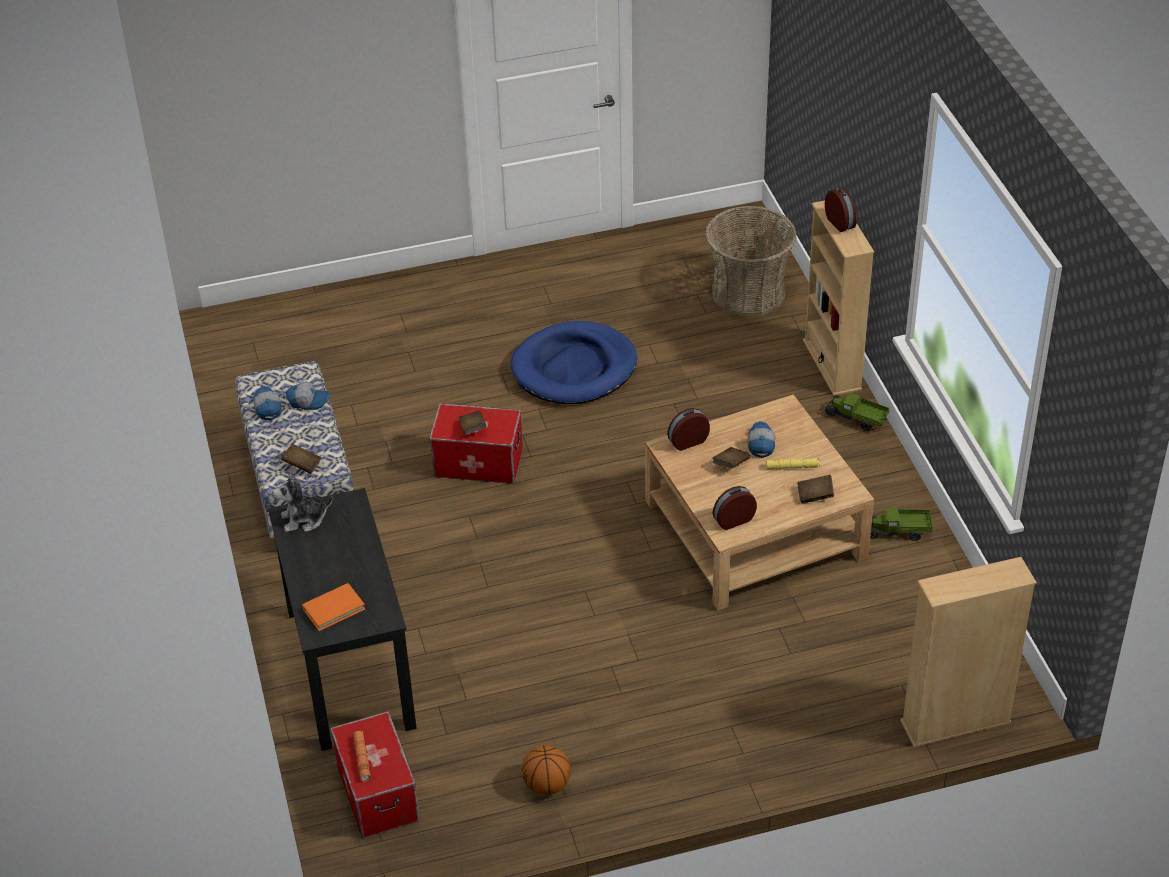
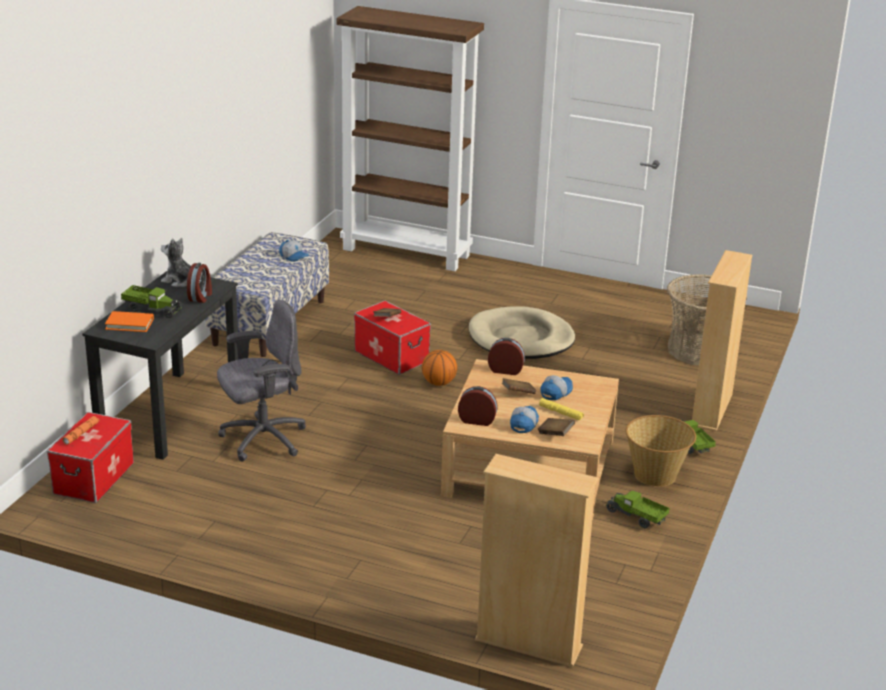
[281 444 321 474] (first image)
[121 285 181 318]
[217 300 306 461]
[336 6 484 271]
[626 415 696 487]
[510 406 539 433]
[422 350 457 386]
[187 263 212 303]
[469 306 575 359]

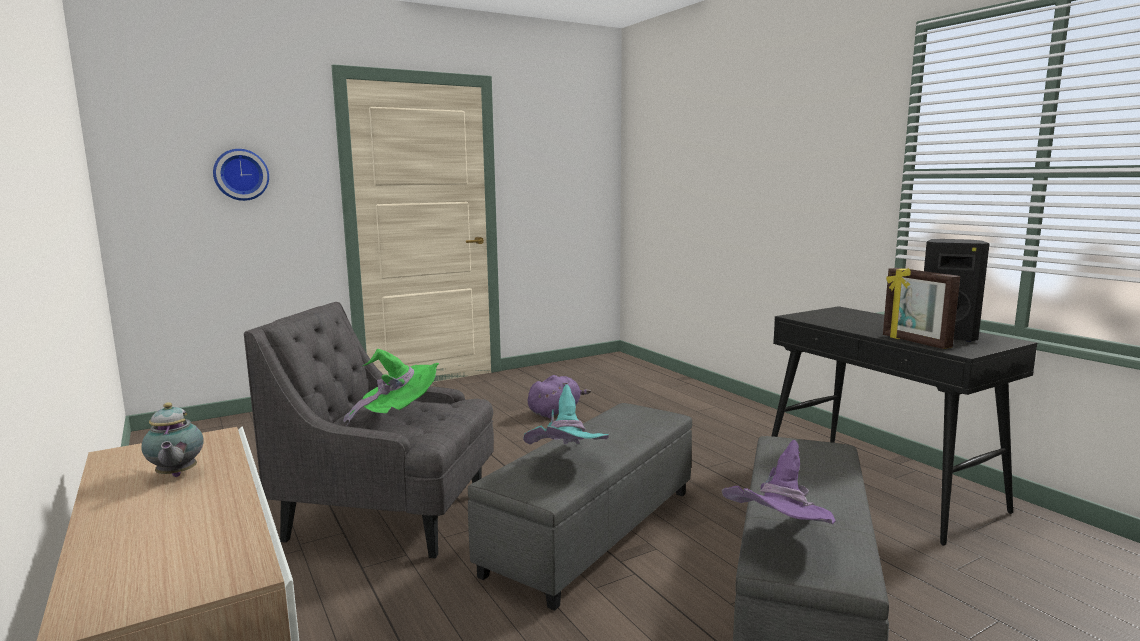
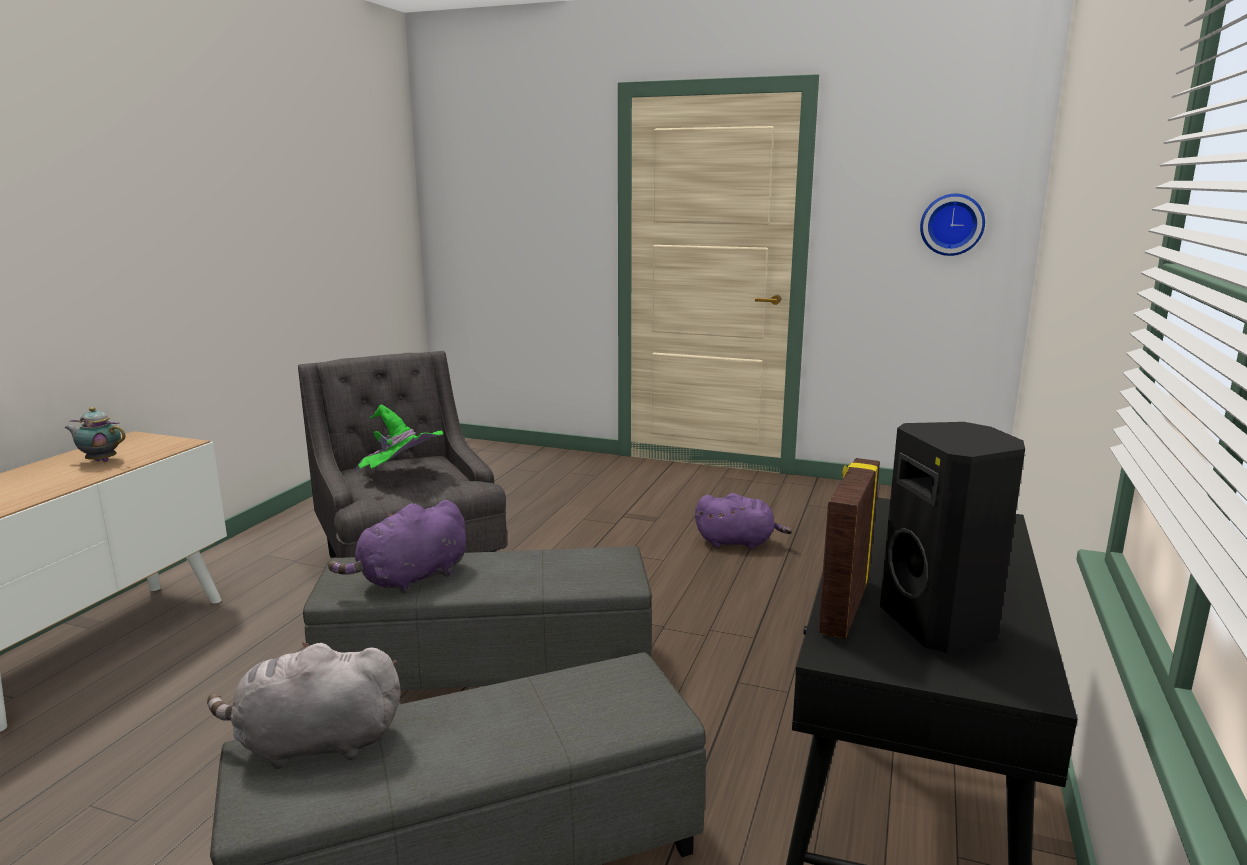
[920 194 985 256]
[328 500 466 593]
[207 642 401 769]
[65 407 126 462]

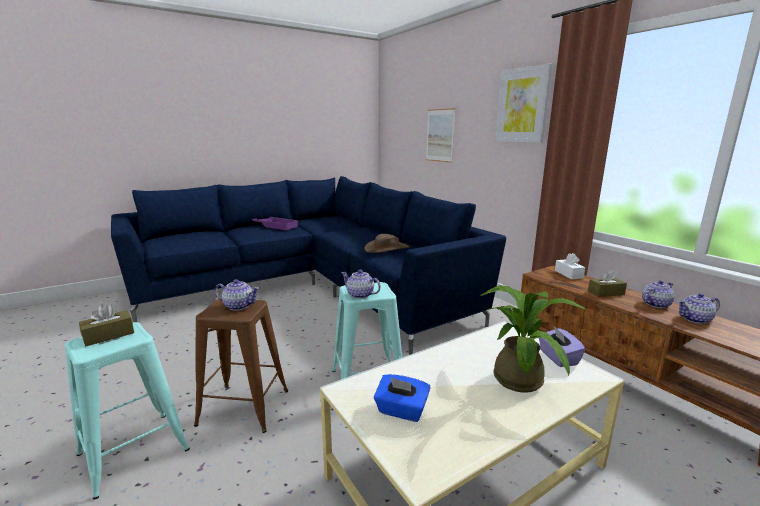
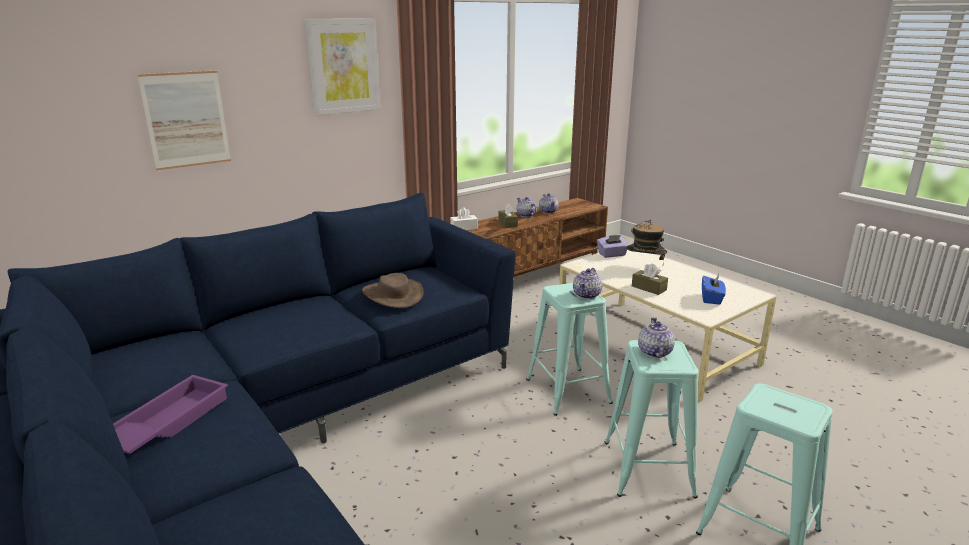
[632 263 668 295]
[627 220 667 262]
[605 340 699 498]

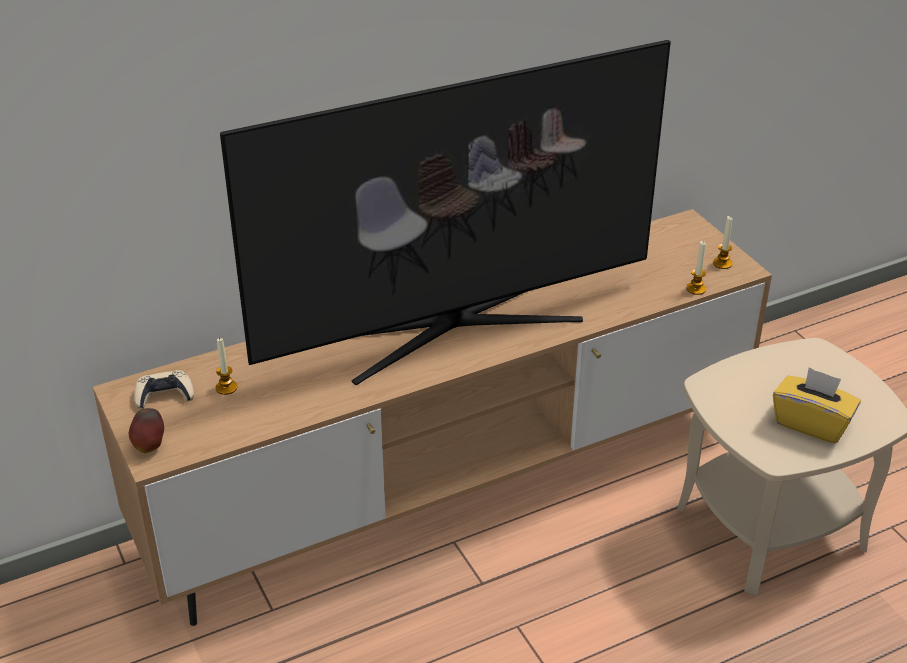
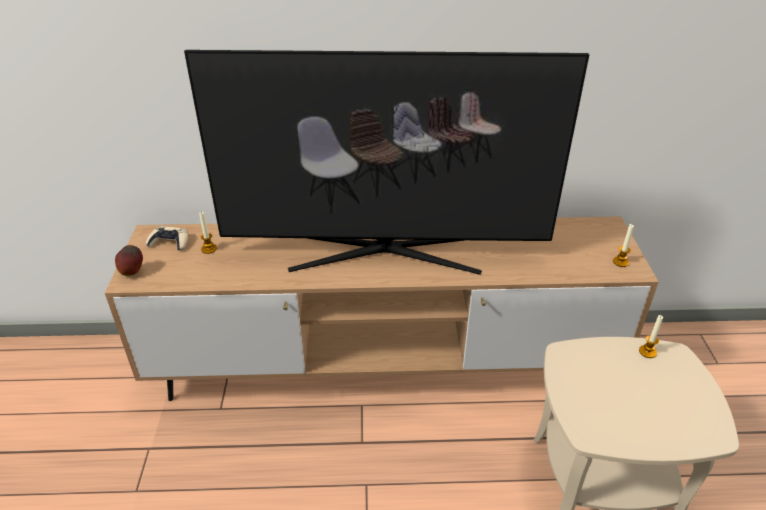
[773 367 861 444] (first image)
[639 315 663 358]

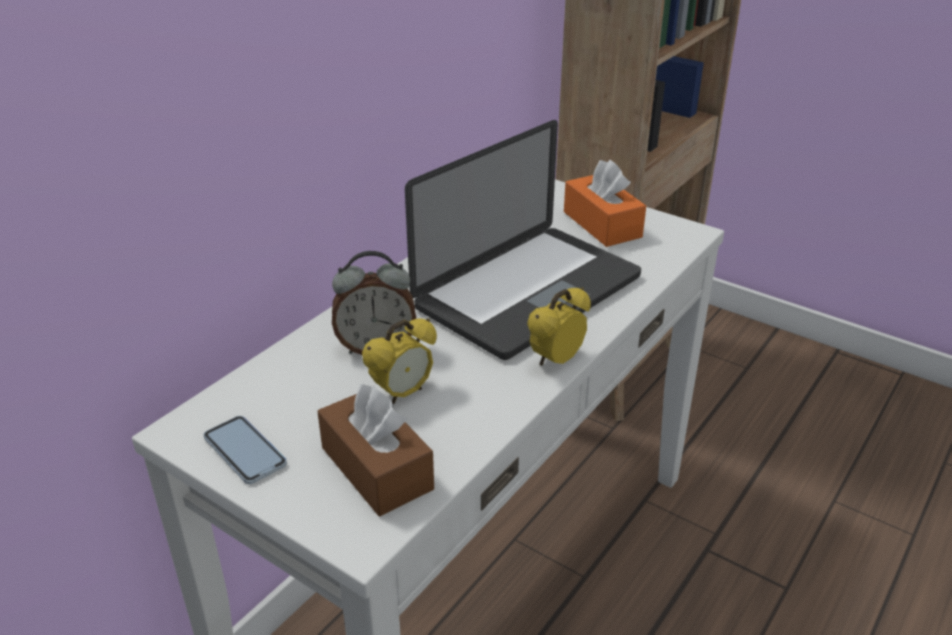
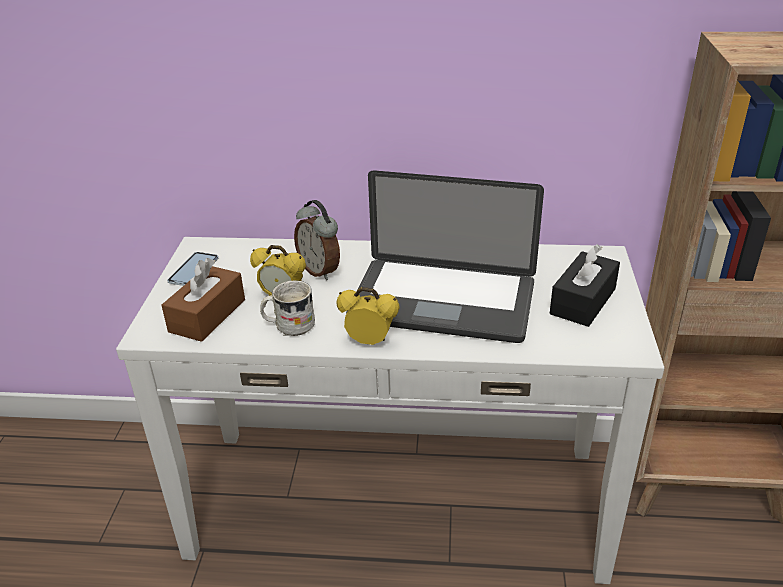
[260 281 315 336]
[550 244 620 327]

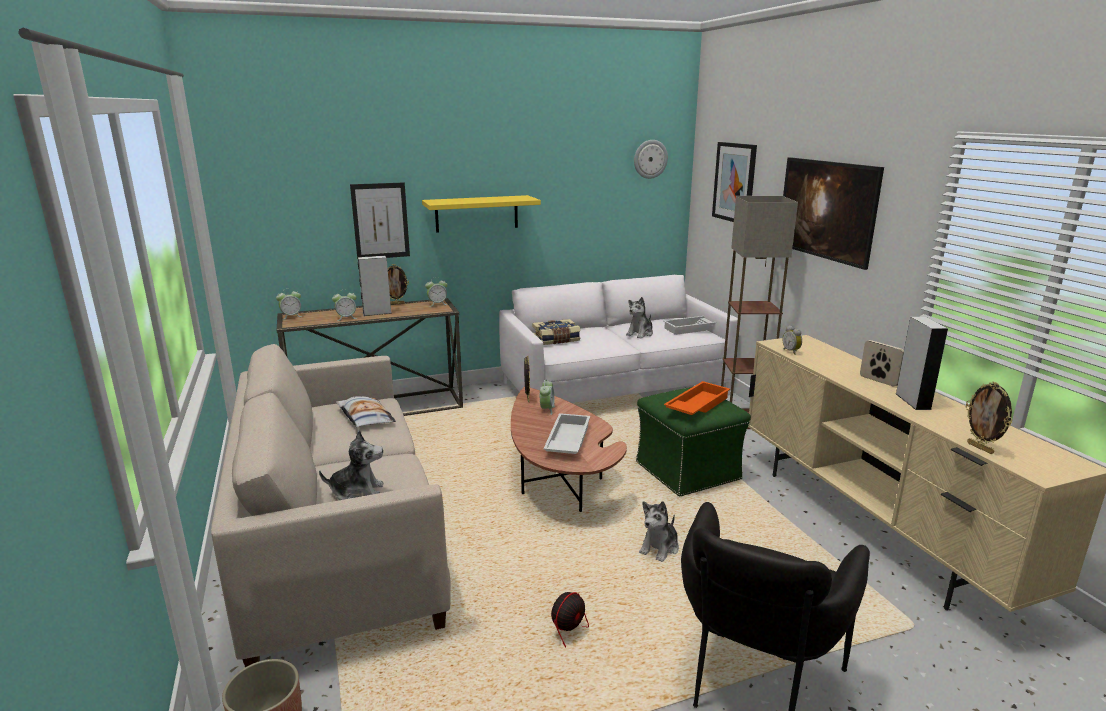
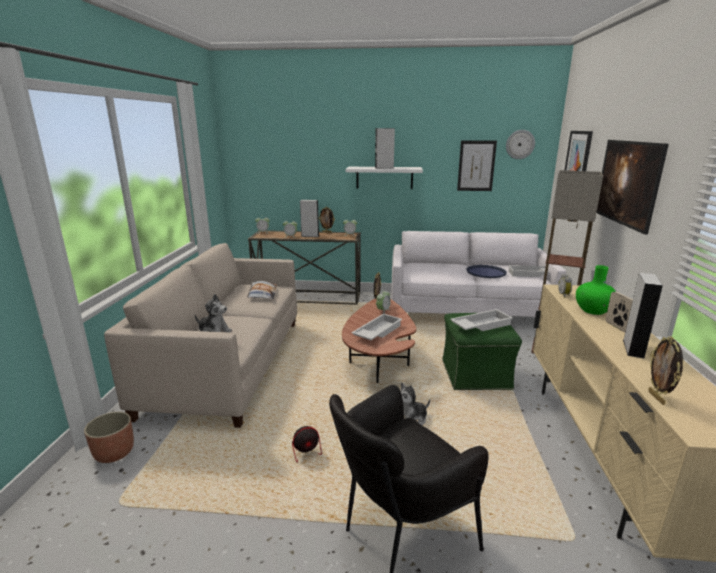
[532 319 581 345] (first image)
[375 128 395 169]
[576 265 616 315]
[457 140 497 191]
[466 265 507 278]
[346 167 423 189]
[450 309 513 331]

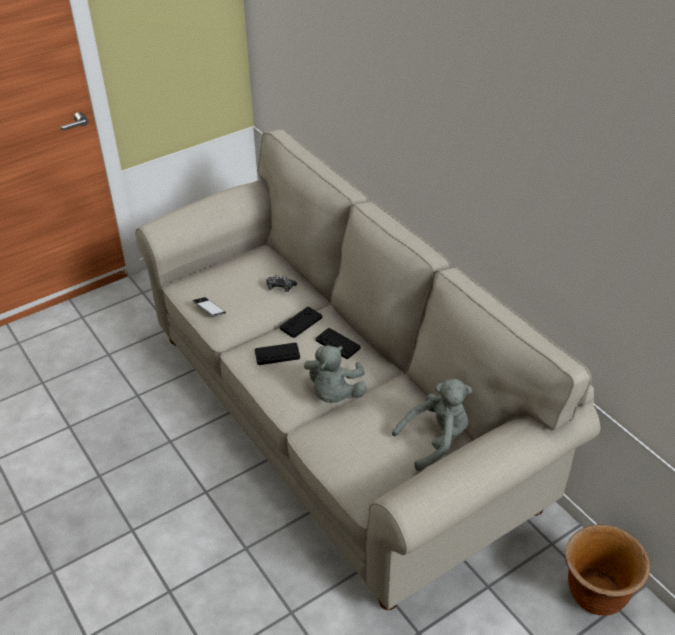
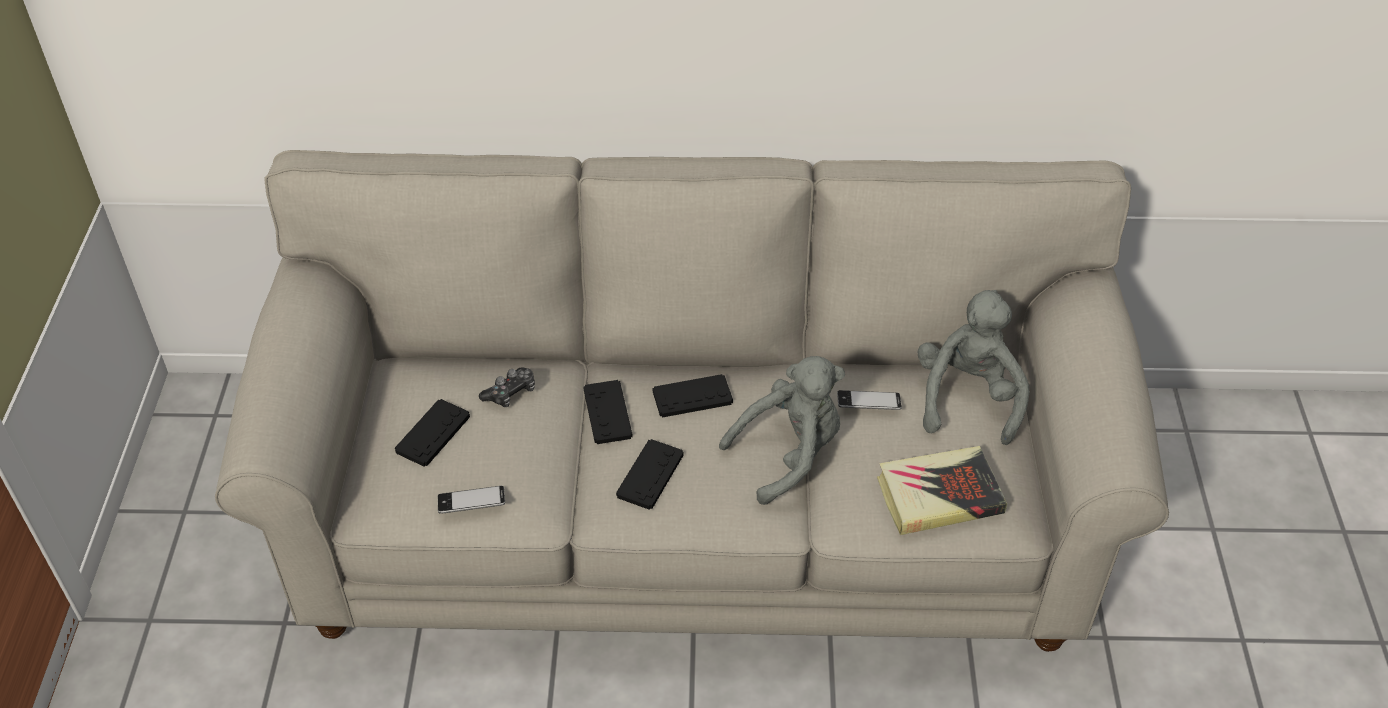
[565 524 650 616] (first image)
[395 399 470 467]
[837 390 902 410]
[877 446 1007 535]
[719 356 845 505]

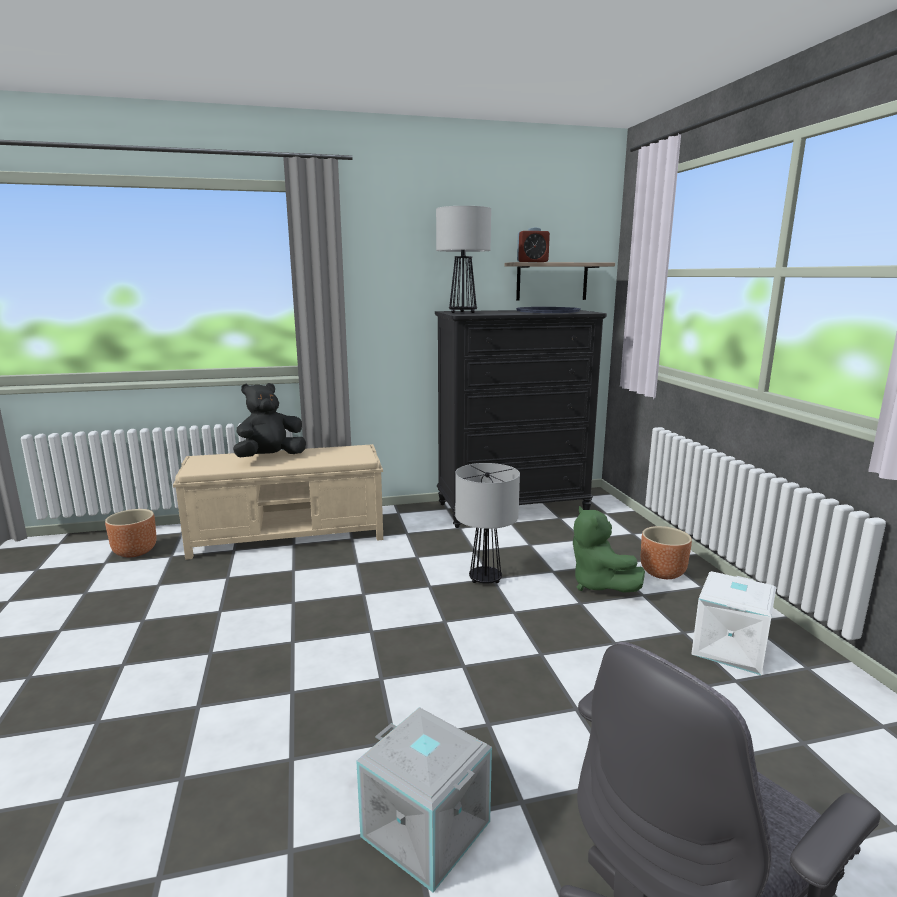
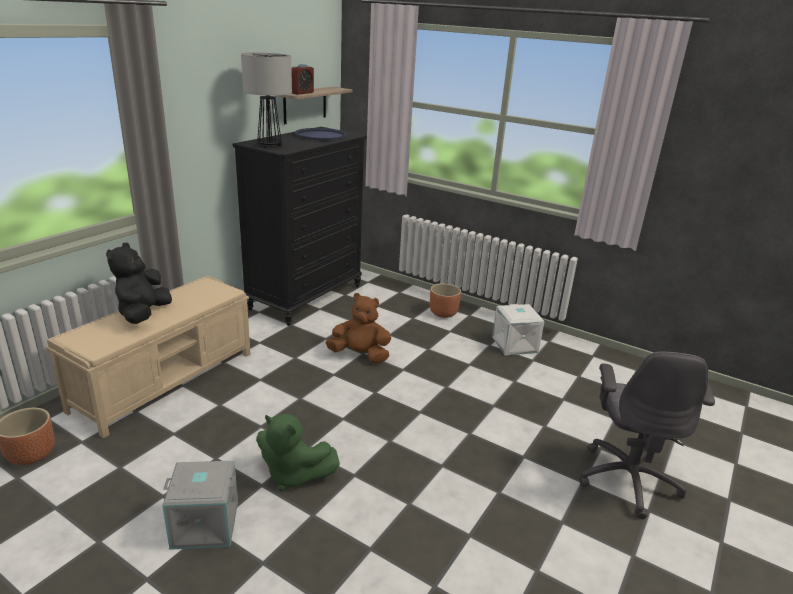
[162 461 238 550]
[256 414 340 491]
[325 293 391 364]

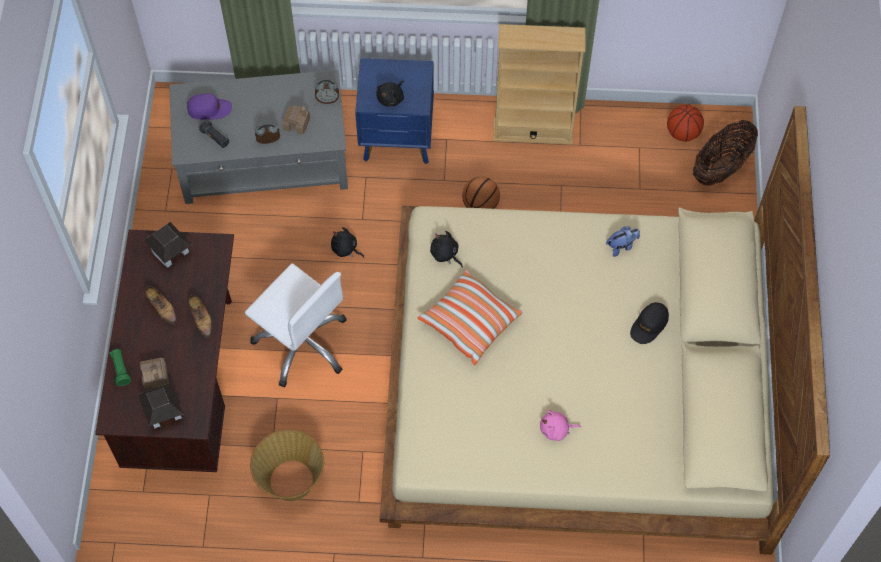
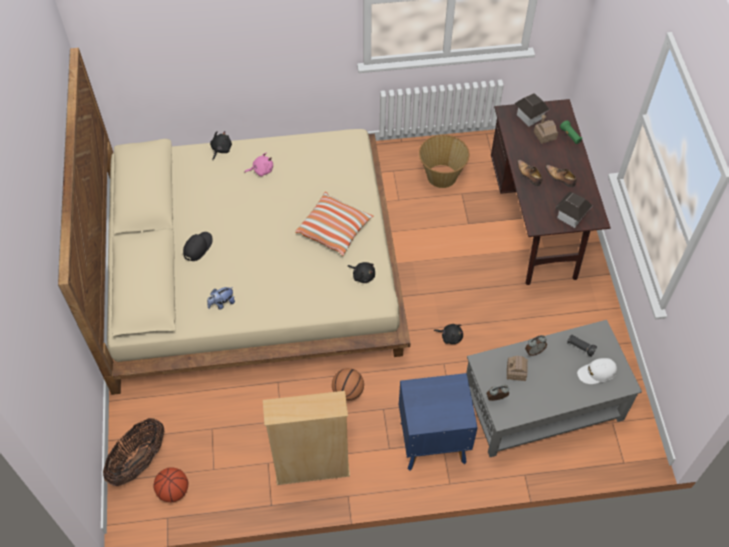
[245 263 347 387] (first image)
[210 131 232 160]
[577 358 617 384]

